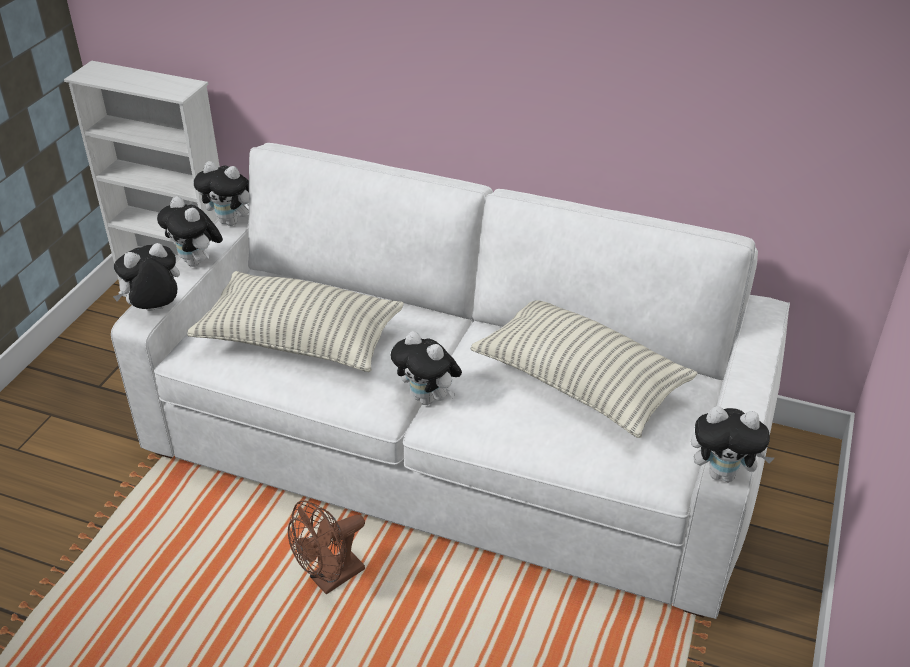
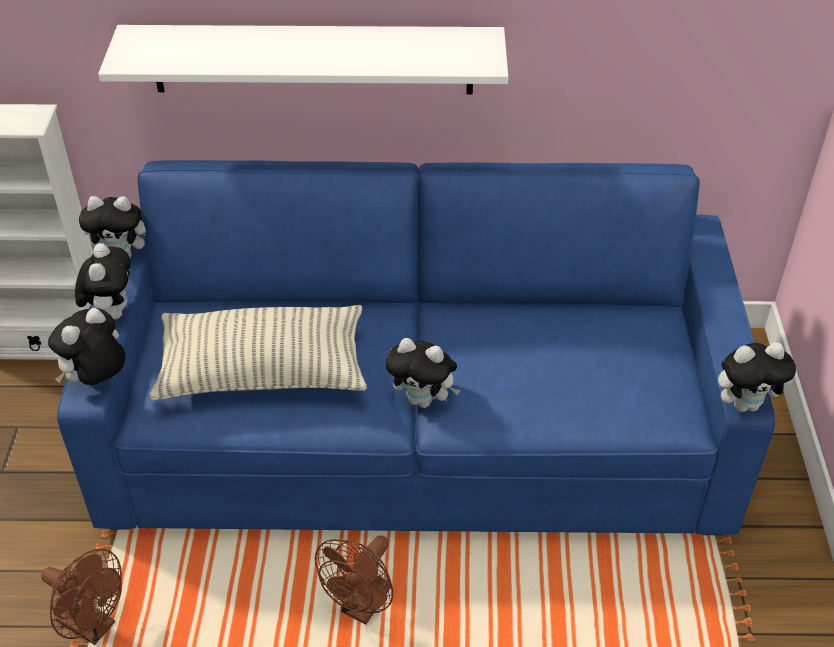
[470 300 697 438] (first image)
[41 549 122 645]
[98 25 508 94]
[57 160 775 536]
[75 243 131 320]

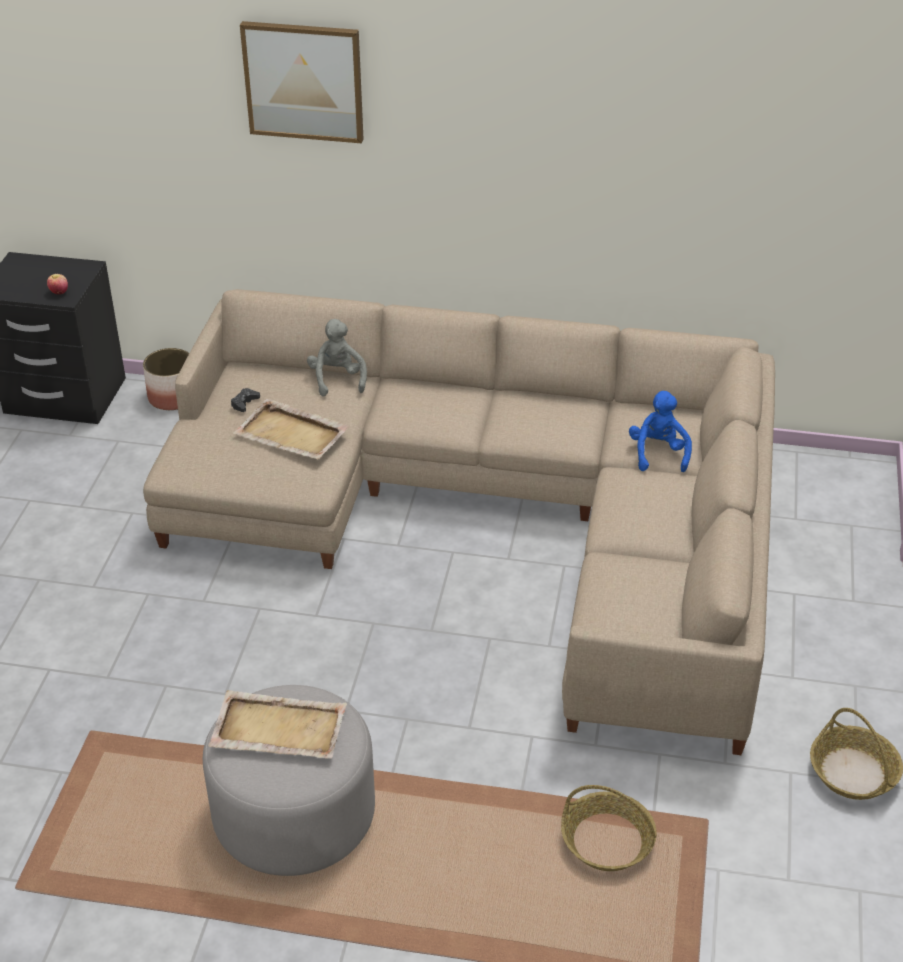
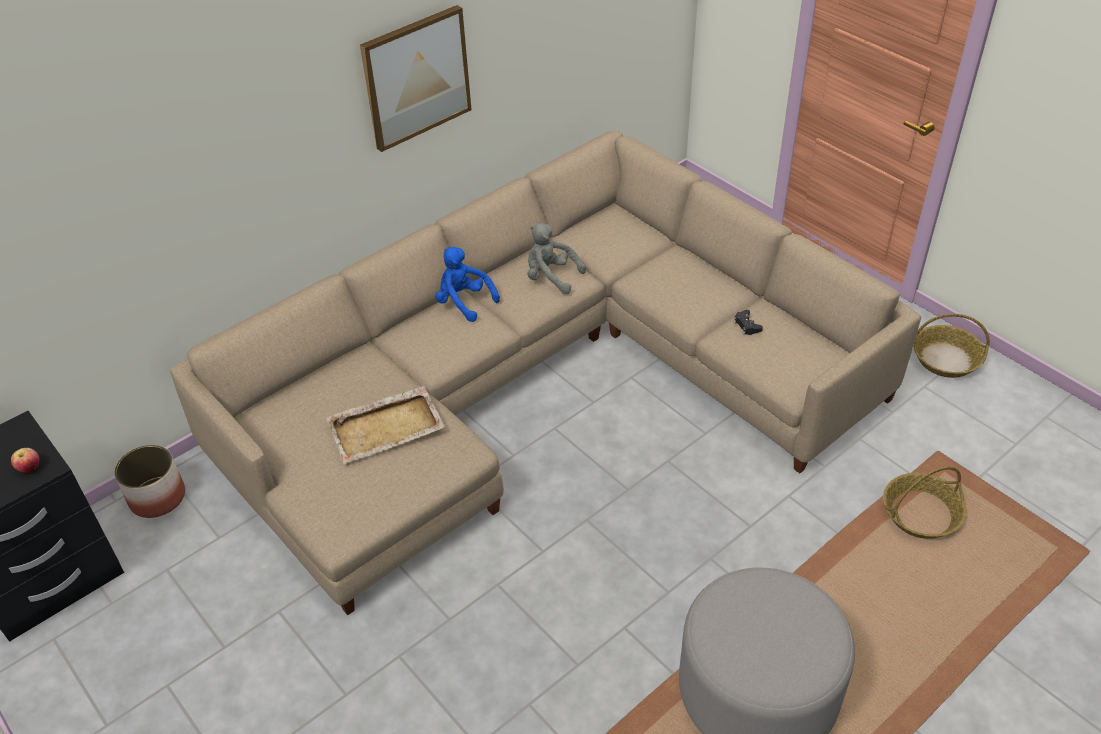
[208 690 347 759] (first image)
[734 310 763 335]
[360 5 472 152]
[527 223 586 294]
[435 247 500 322]

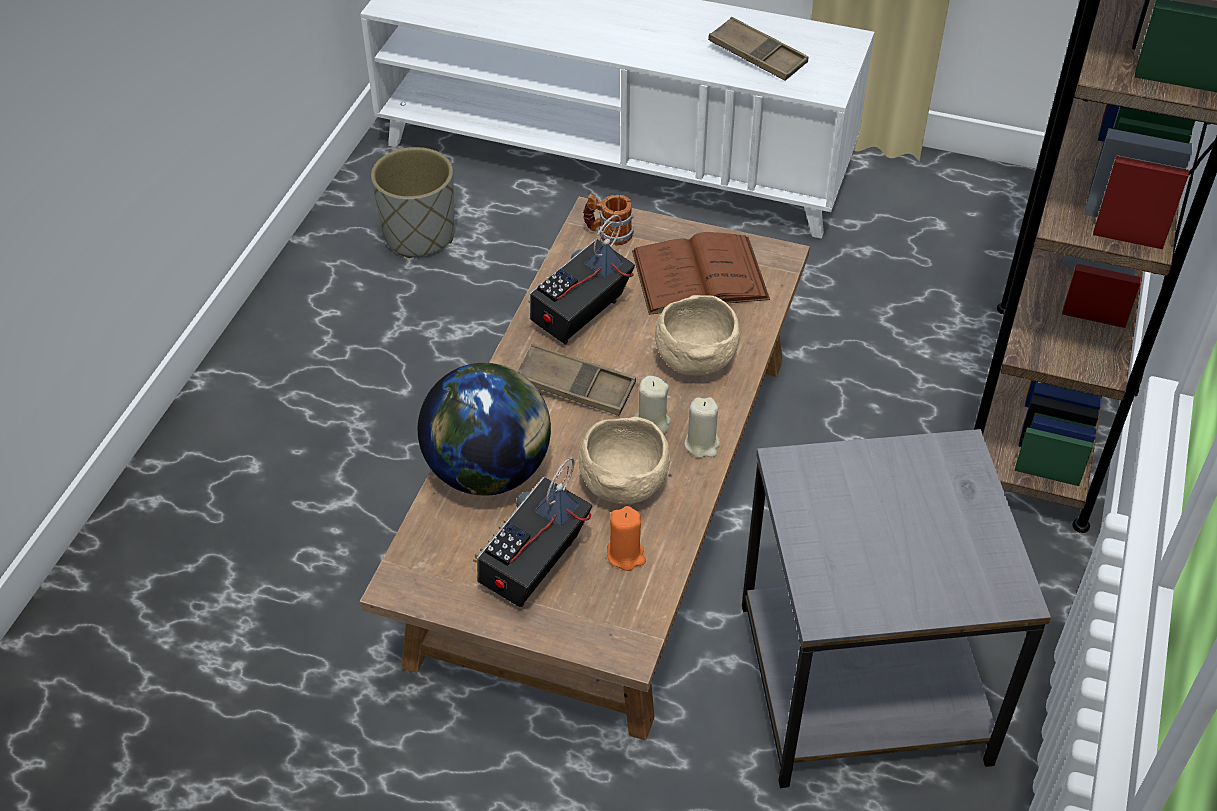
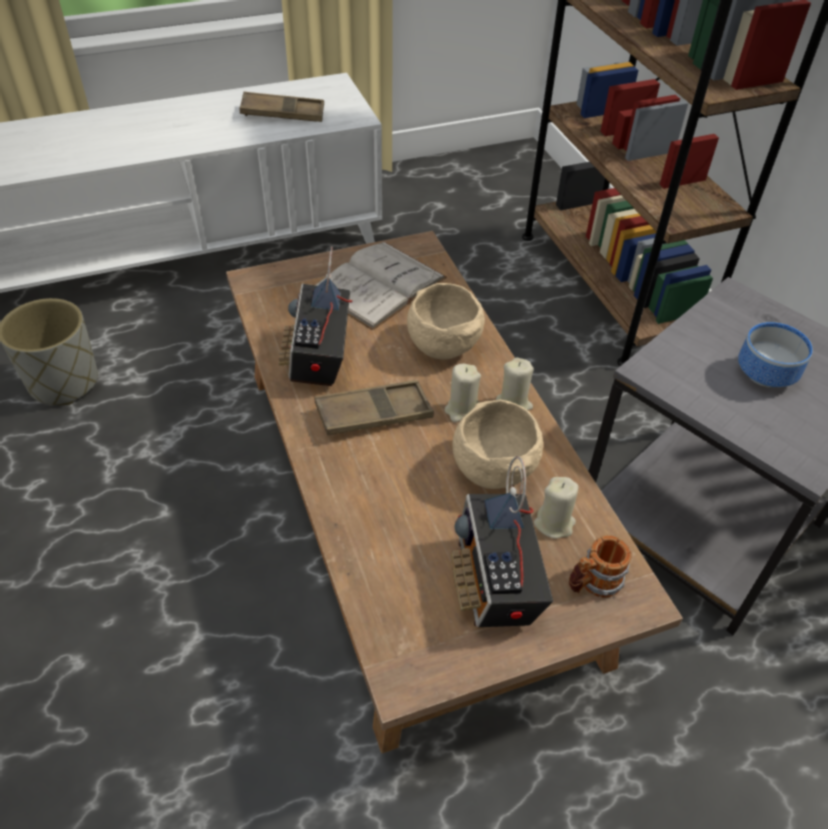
[418 363 551 496] (first image)
[738 322 813 387]
[569 535 632 598]
[534 477 579 539]
[316 242 447 331]

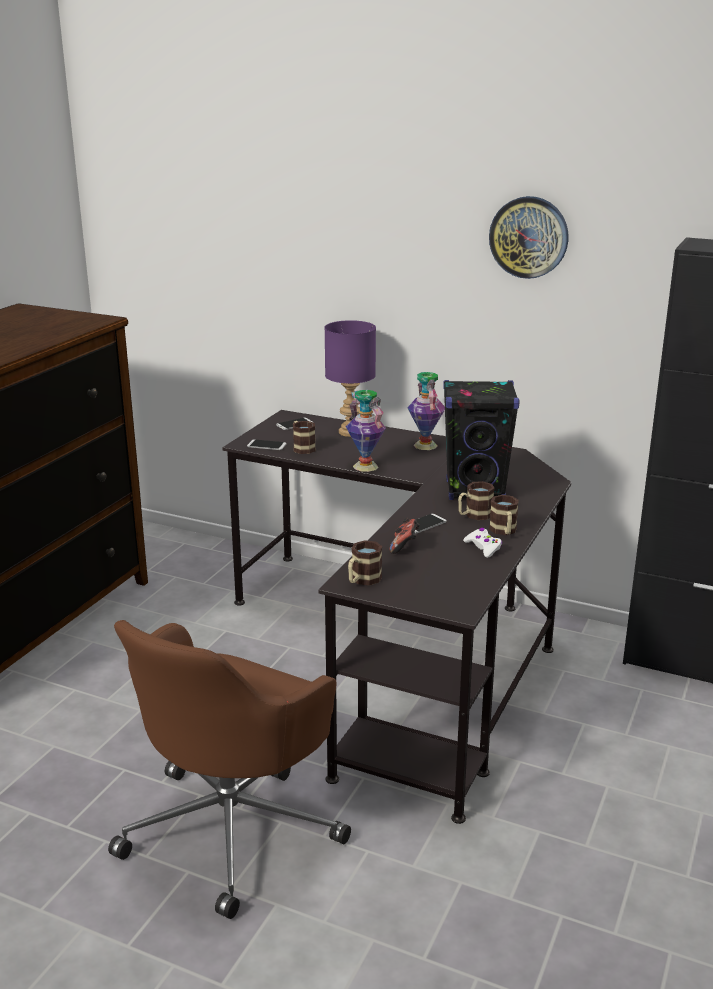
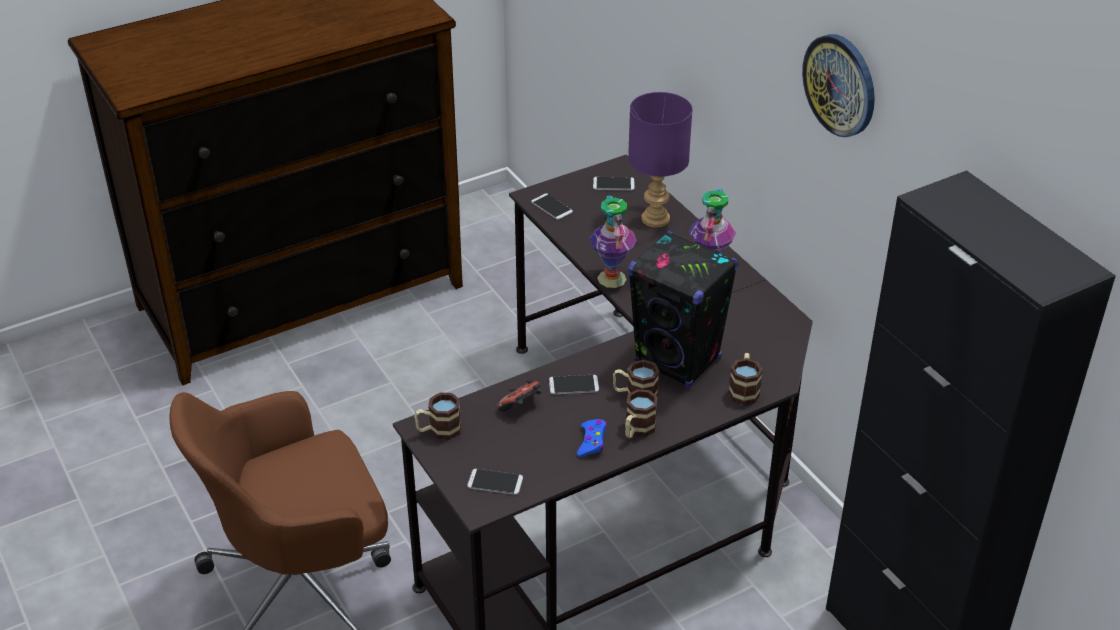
[467 469 523 495]
[728 353 763 405]
[577 419 607 457]

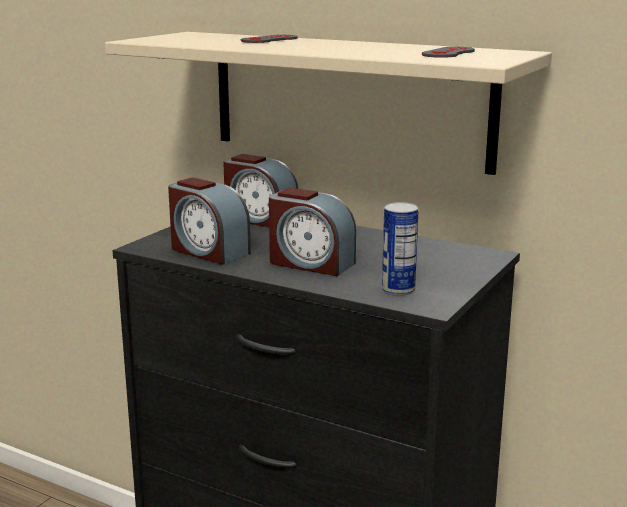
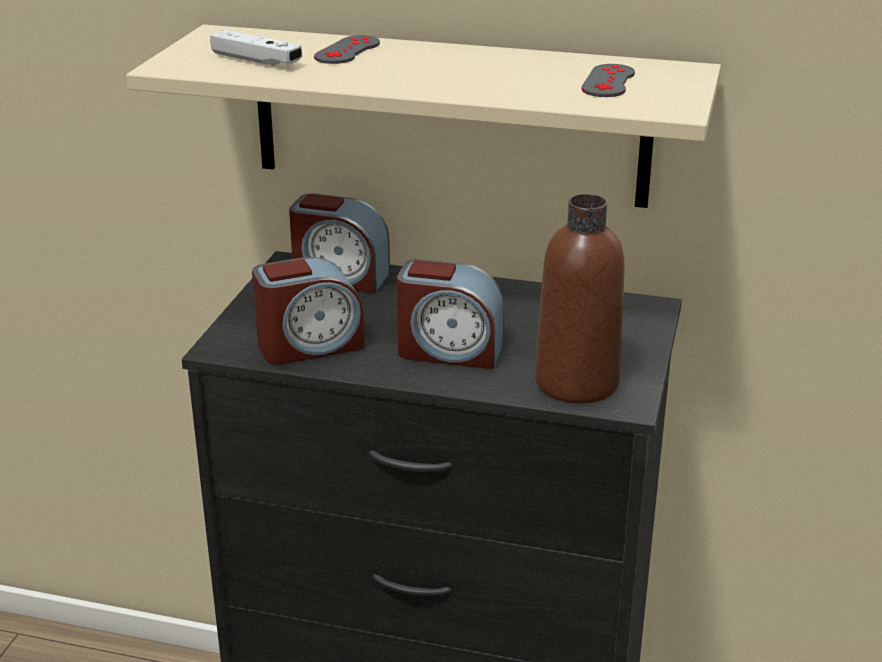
[210 30 302 66]
[535 194 625 404]
[252 257 364 365]

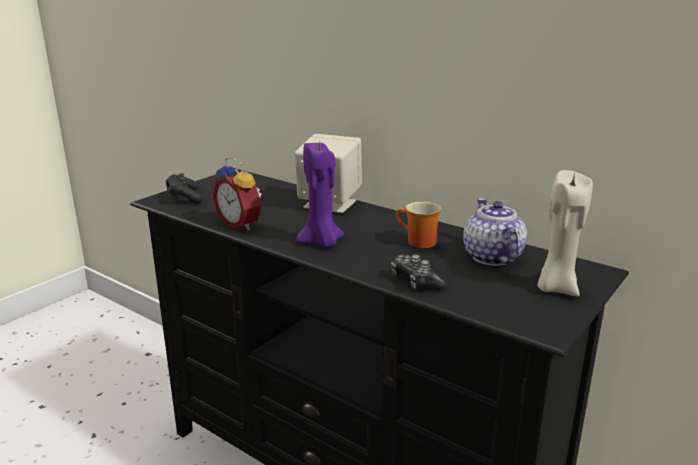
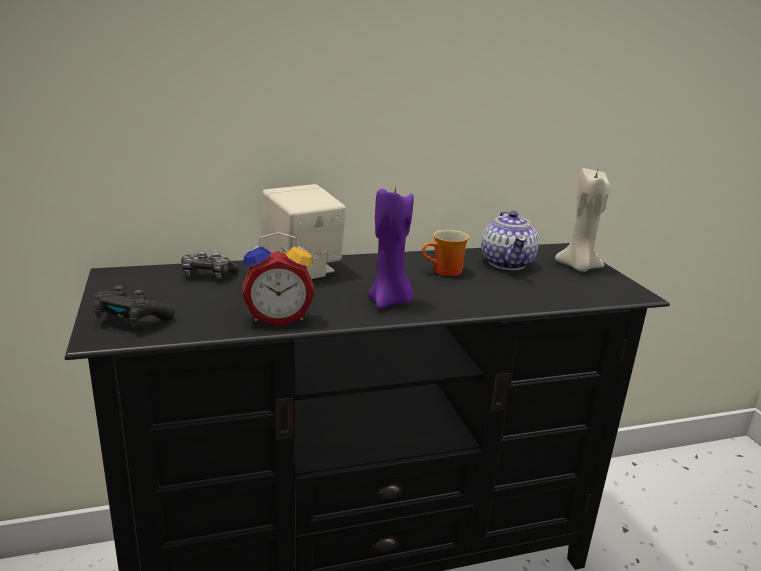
[181 251 240 279]
[481 211 539 270]

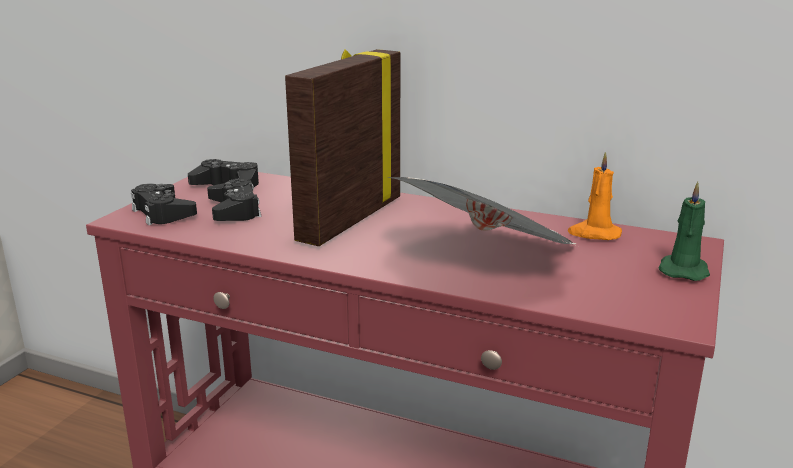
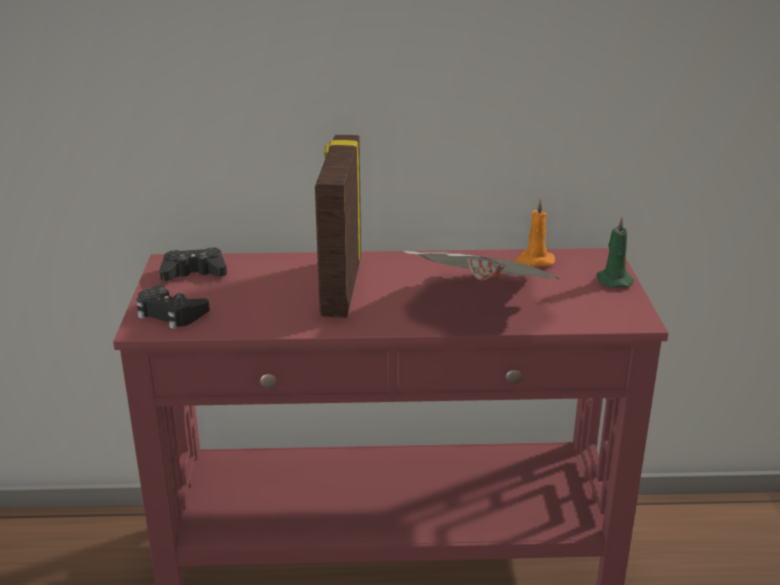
[207 179 261 221] (first image)

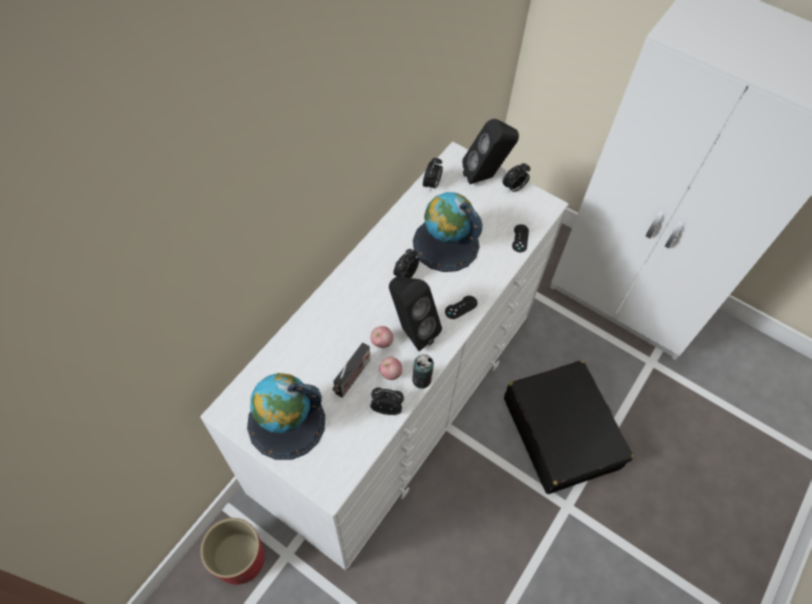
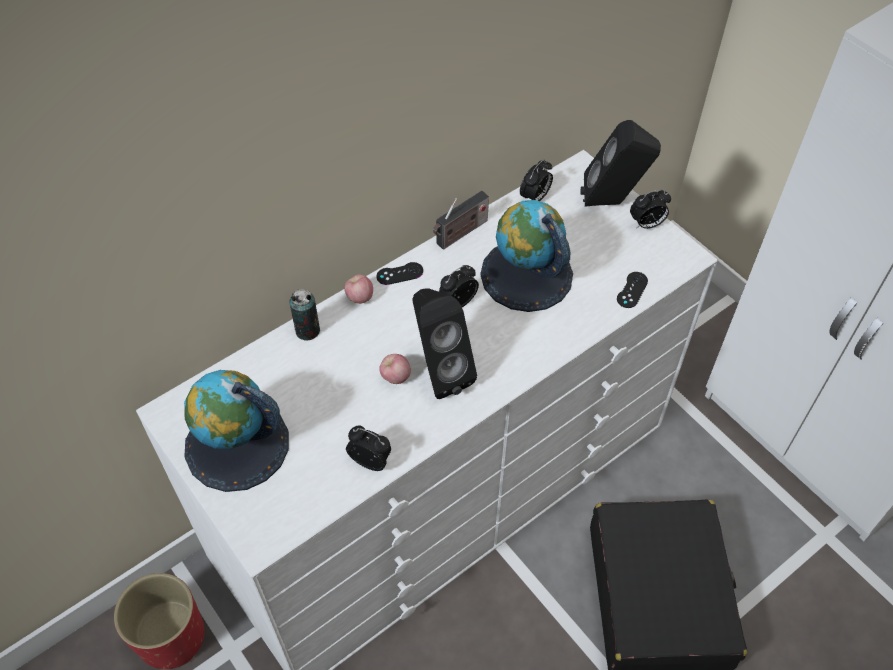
[433 191 489 250]
[344 274 373 304]
[289 289 320 341]
[376 262 423 285]

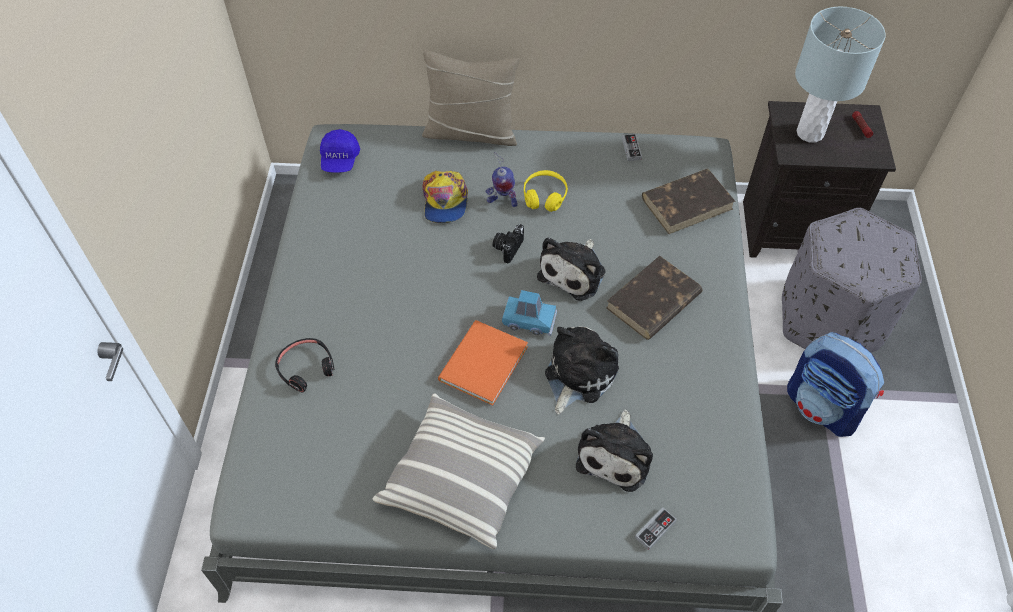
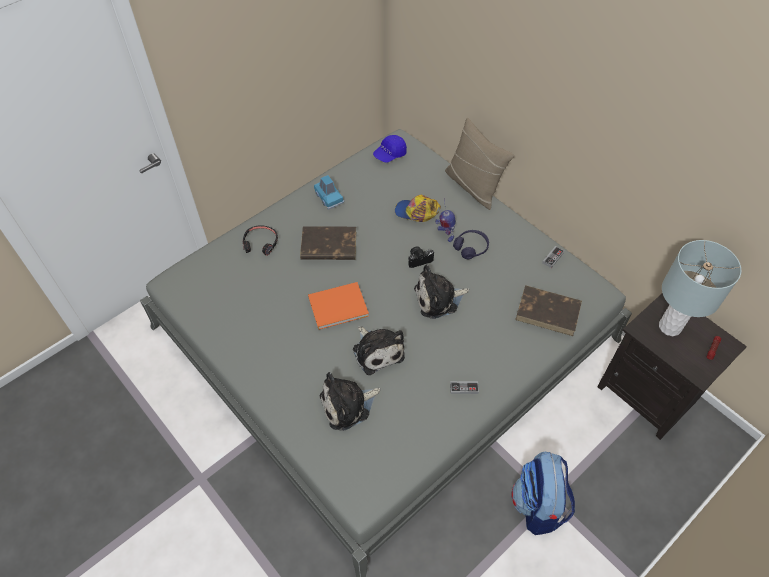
[373 394 545 549] (first image)
[782 208 922 353] (first image)
[314 175 344 210]
[300 226 356 260]
[450 381 479 394]
[453 230 489 259]
[395 195 441 222]
[353 326 405 375]

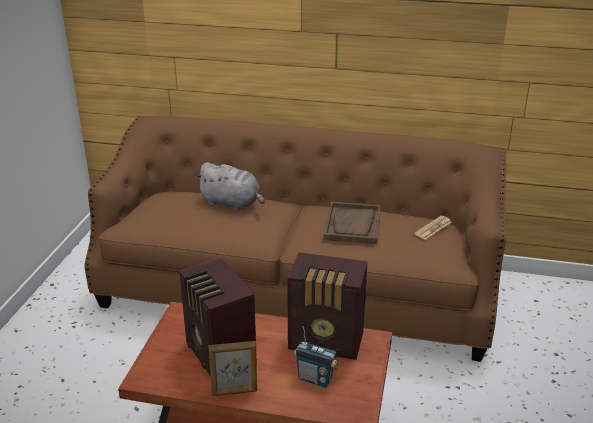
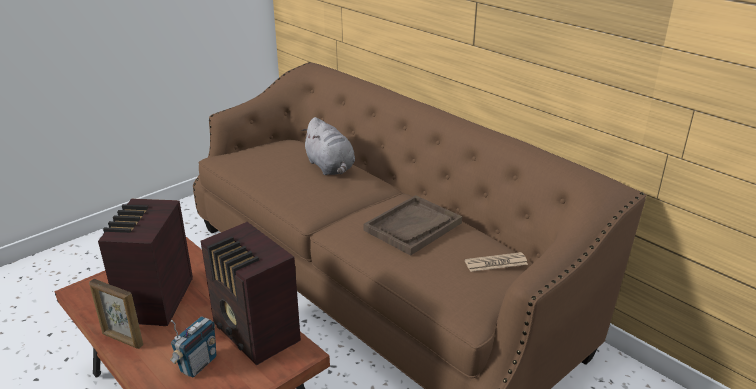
[170 316 216 378]

